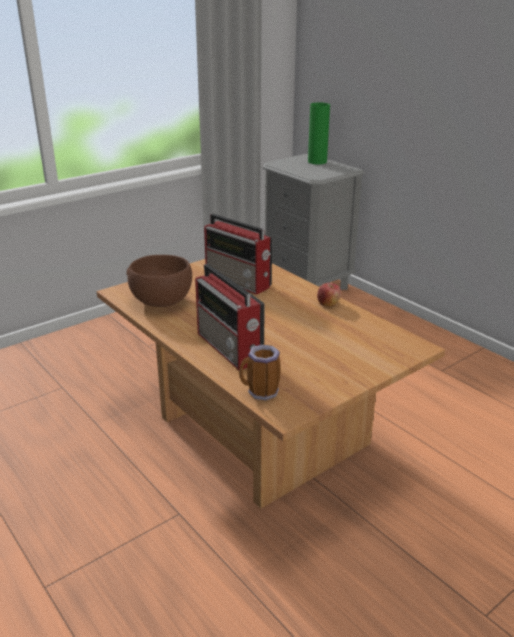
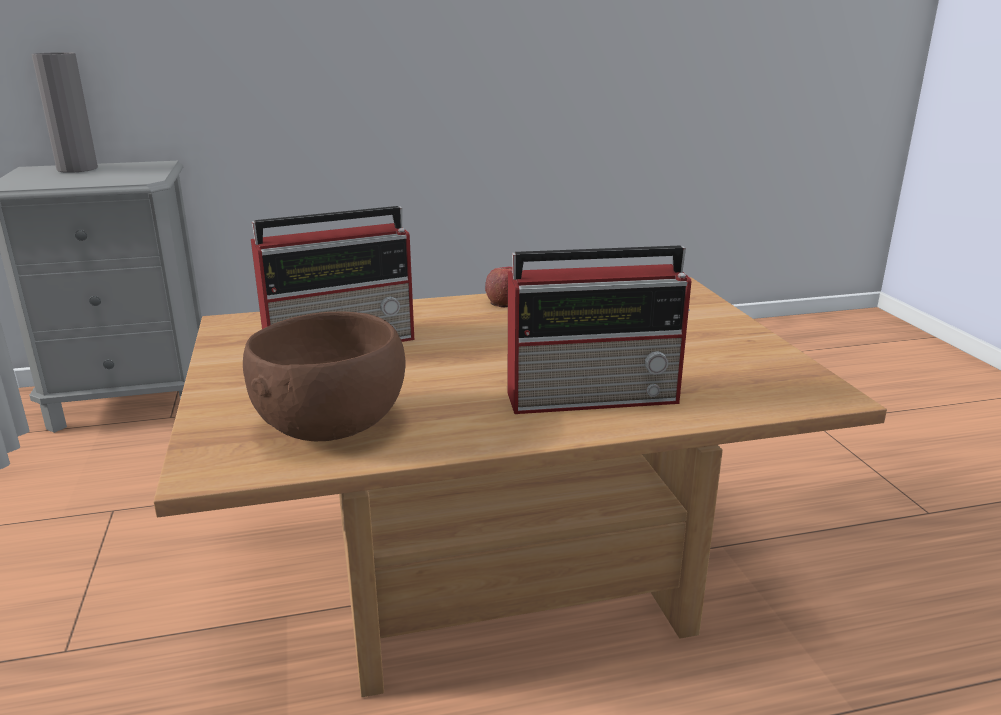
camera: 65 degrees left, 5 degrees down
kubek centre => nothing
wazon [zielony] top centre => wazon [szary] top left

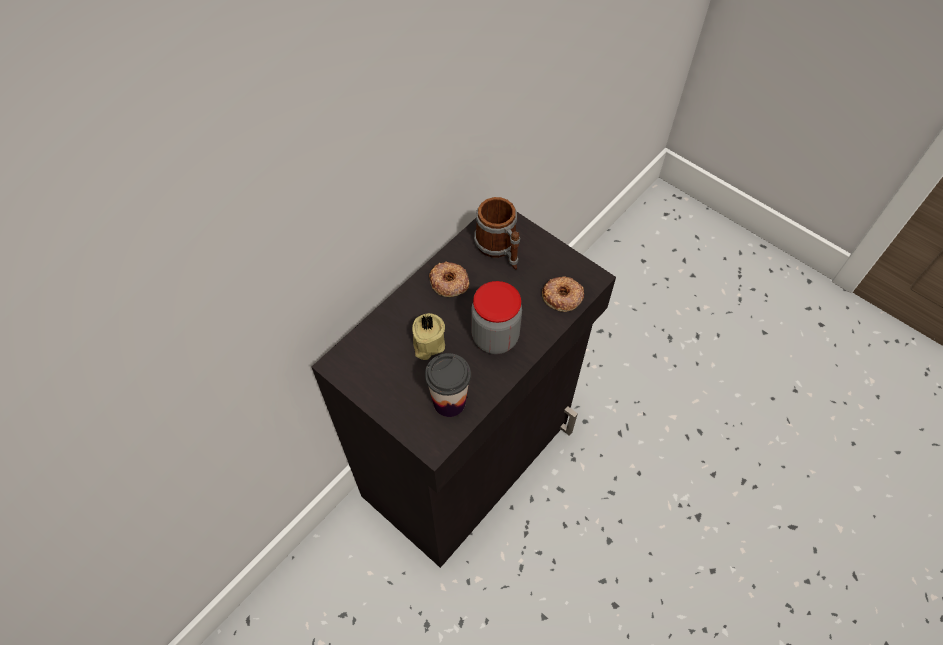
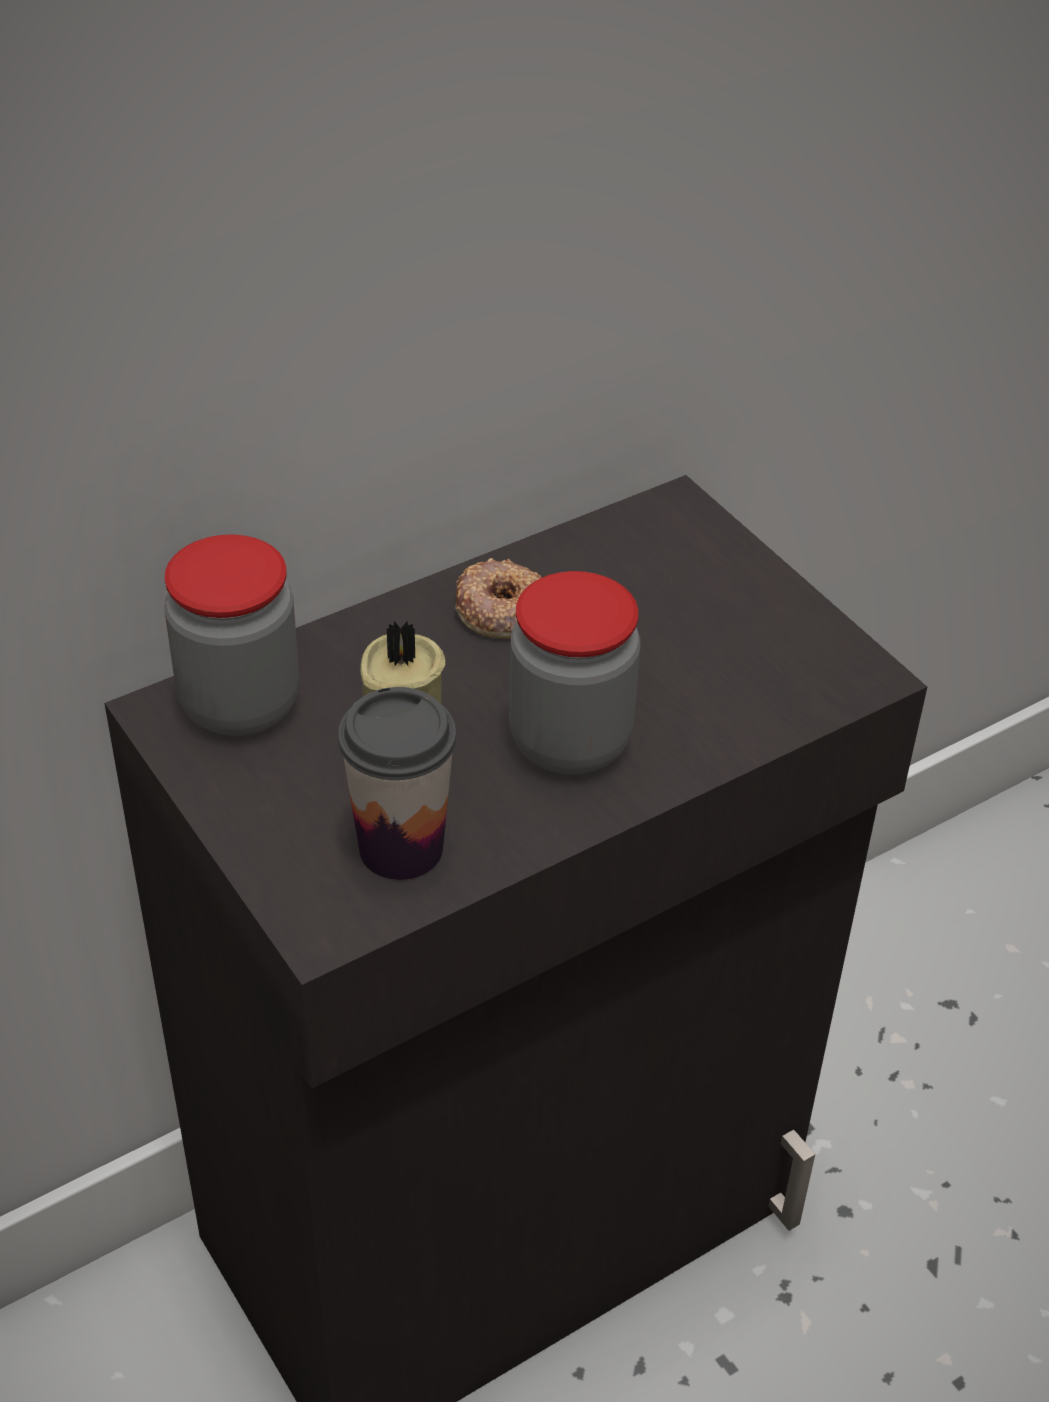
camera: 15 degrees right, 15 degrees down
kubek centre => nothing
donut (2nd from left) centre => nothing
nothing => słoik (1st from left) middle left

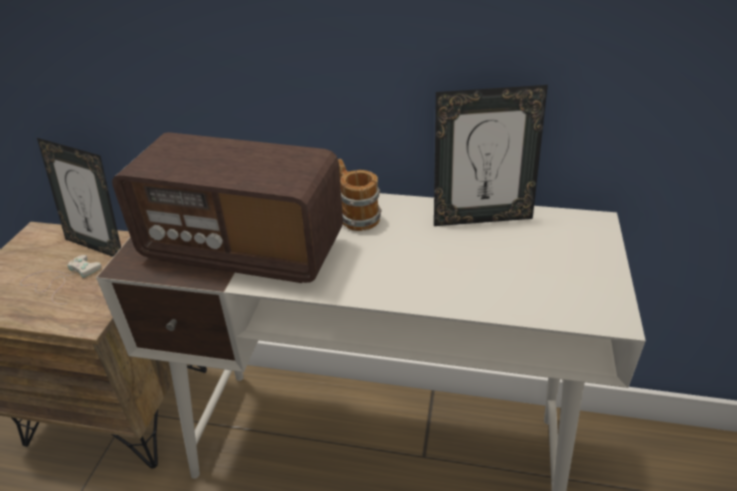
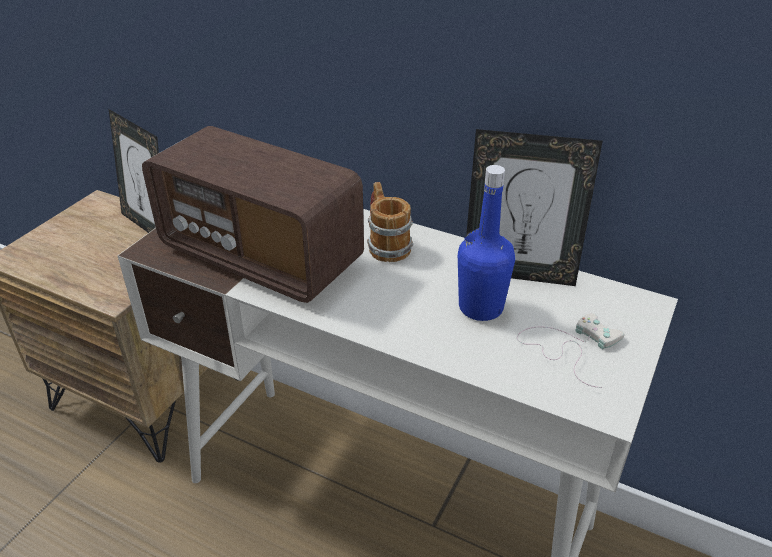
camera: 15 degrees right, 0 degrees up
pad do gier [biały] middle left => pad do gier [biały] middle right, moved
nothing => butelka [niebieski] centre

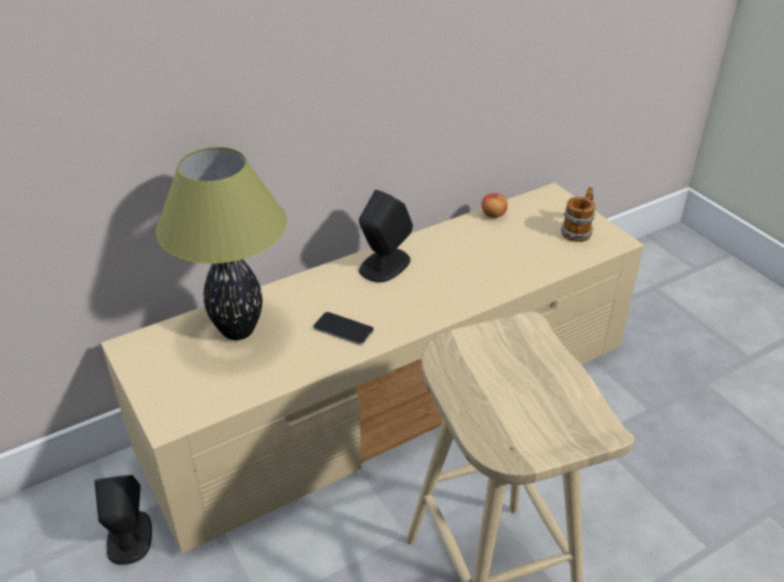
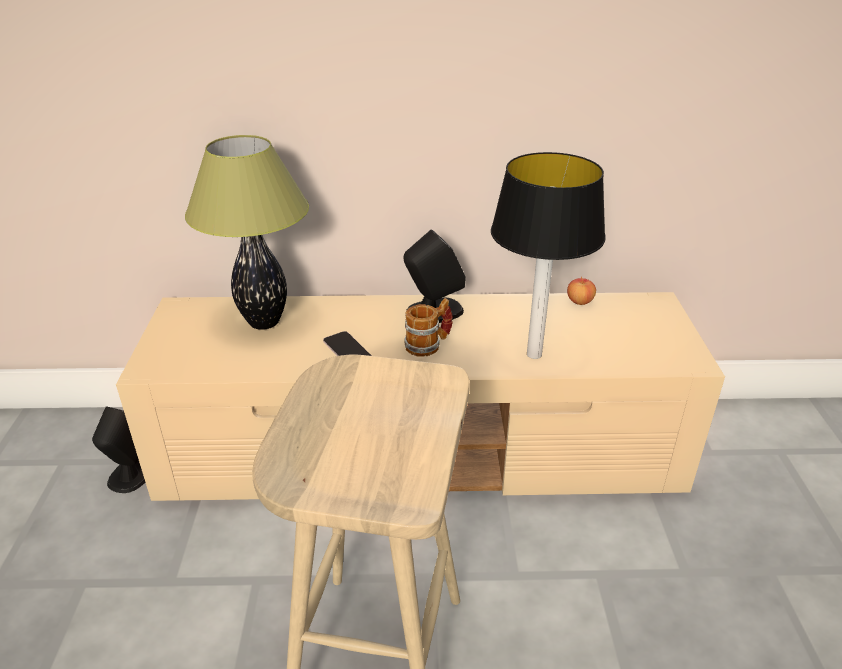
camera: 30 degrees right, 5 degrees down
kubek middle right => kubek centre, moved
nothing => lampa stołowa (2nd from left) centre

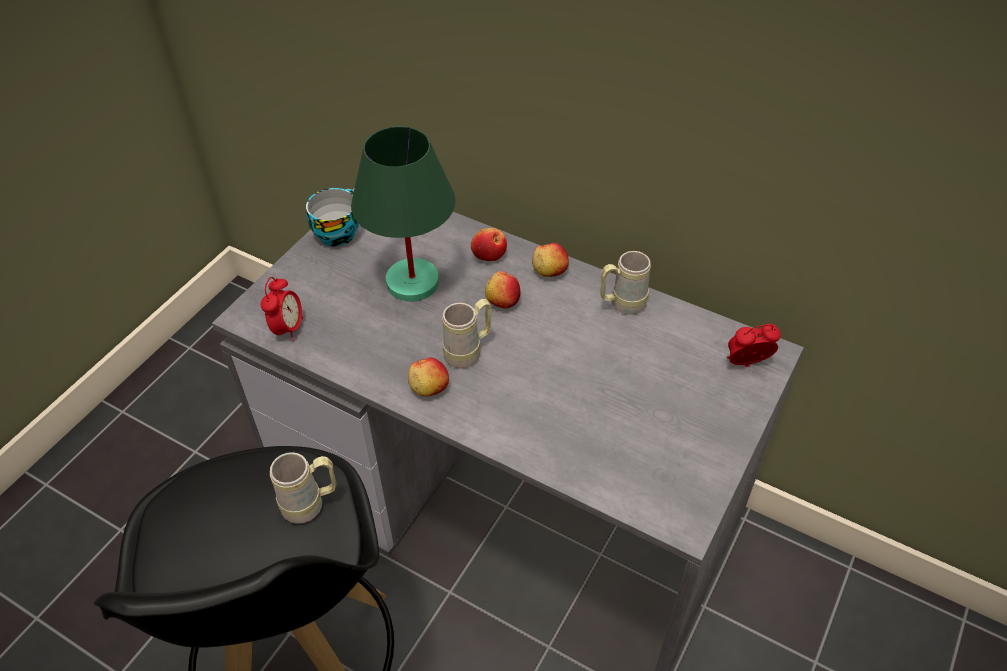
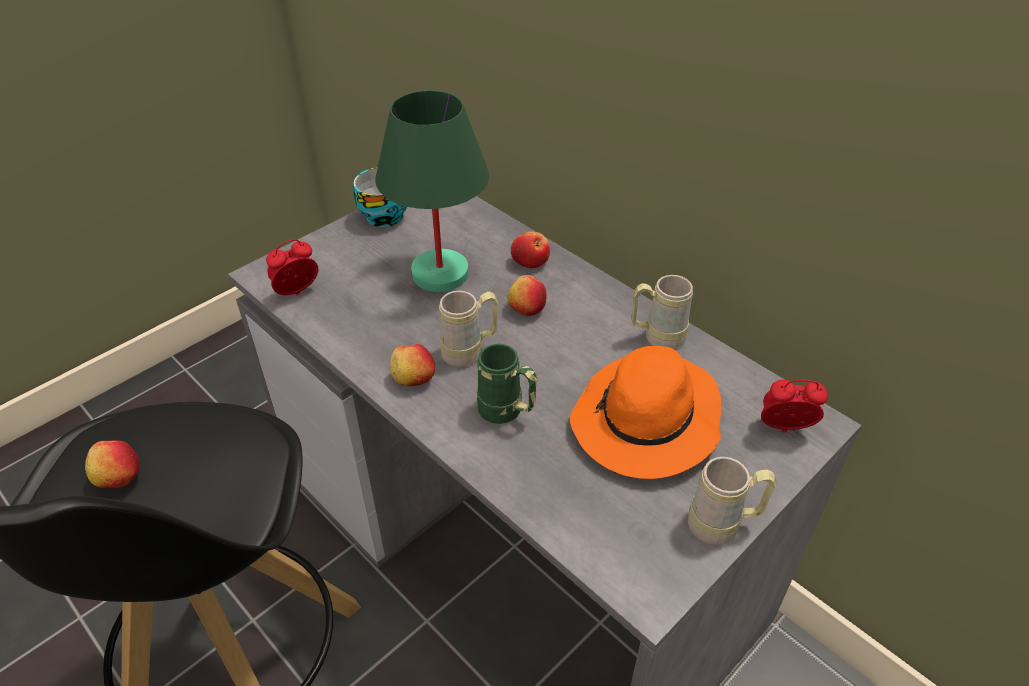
camera: 15 degrees right, 5 degrees down
budzik (1st from left) middle left, 150 degrees counterclockwise
kubek [beżowy] (1st from left in the first image) bottom left => kubek [beżowy] (3rd from left) bottom right, moved
jabłko (4th from left in the first image) centre => jabłko (1st from left) bottom left, moved
nothing => kubek [zielony] centre
nothing => kapelusz [pomarańczowy] centre

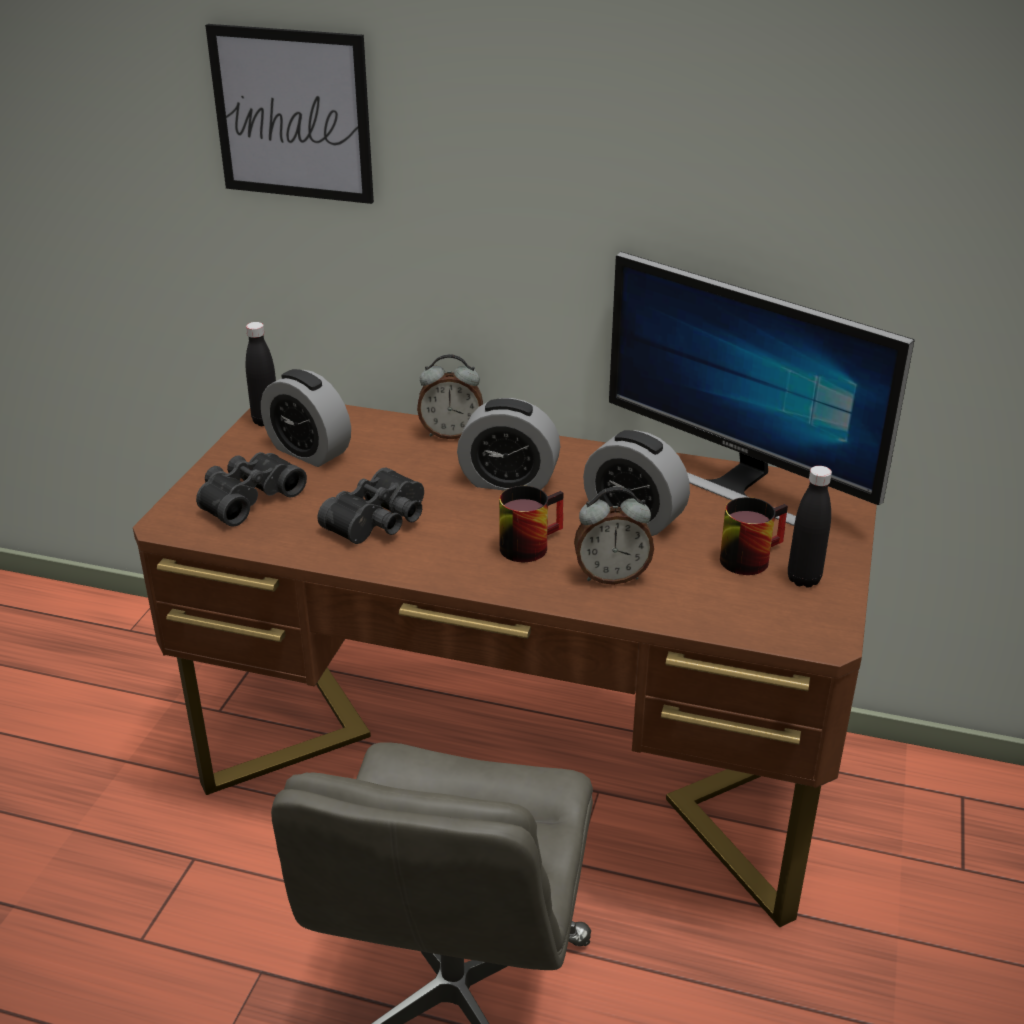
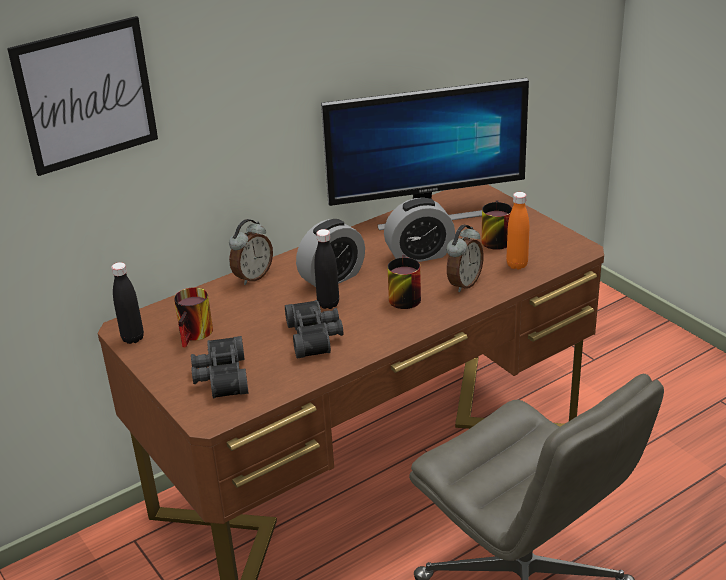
camera: 50 degrees left, 0 degrees up
budzik (1st from left) middle left => kubek (1st from left) middle left
butelka [czarny] (2nd from left) middle right => butelka [czarny] (2nd from left) centre, moved
nothing => butelka [pomarańczowy] middle right

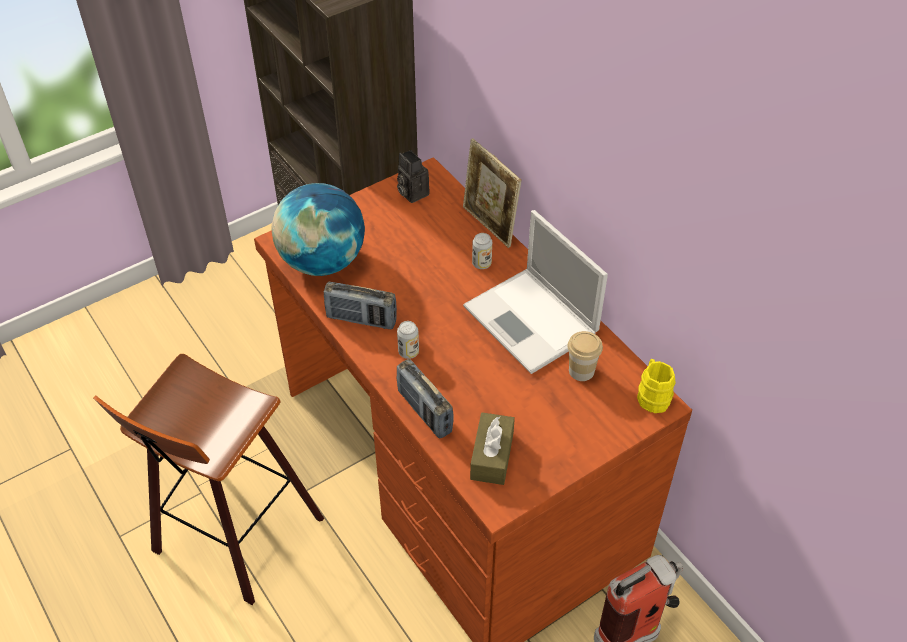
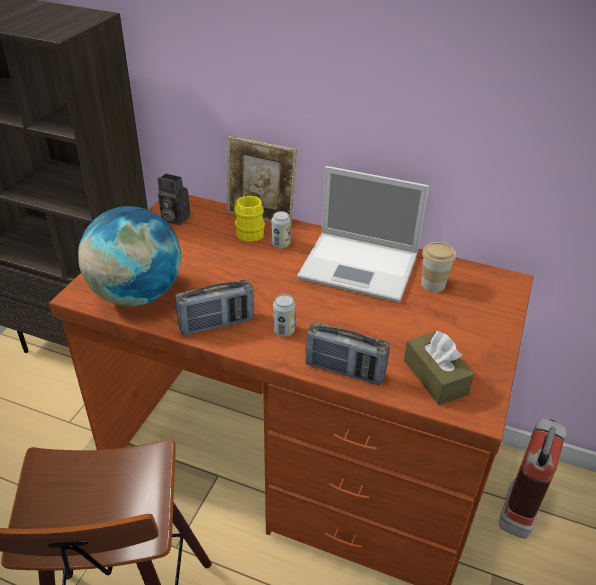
camera: 35 degrees left, 10 degrees down
kubek [żółty] middle right => kubek [żółty] centre, moved

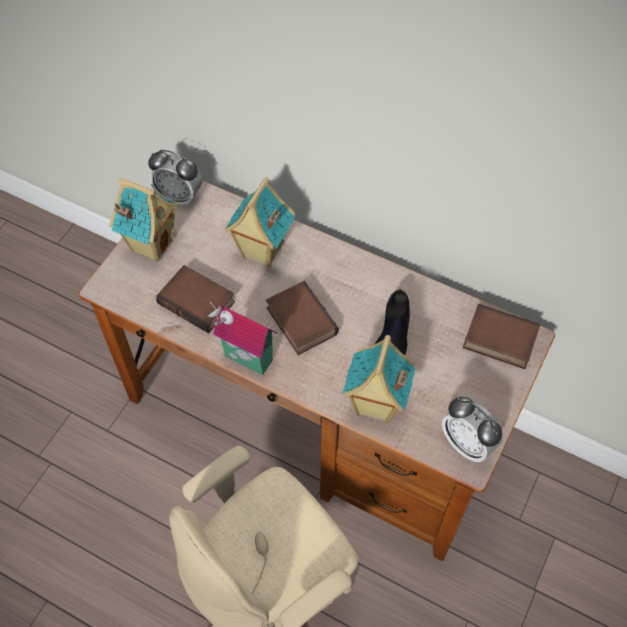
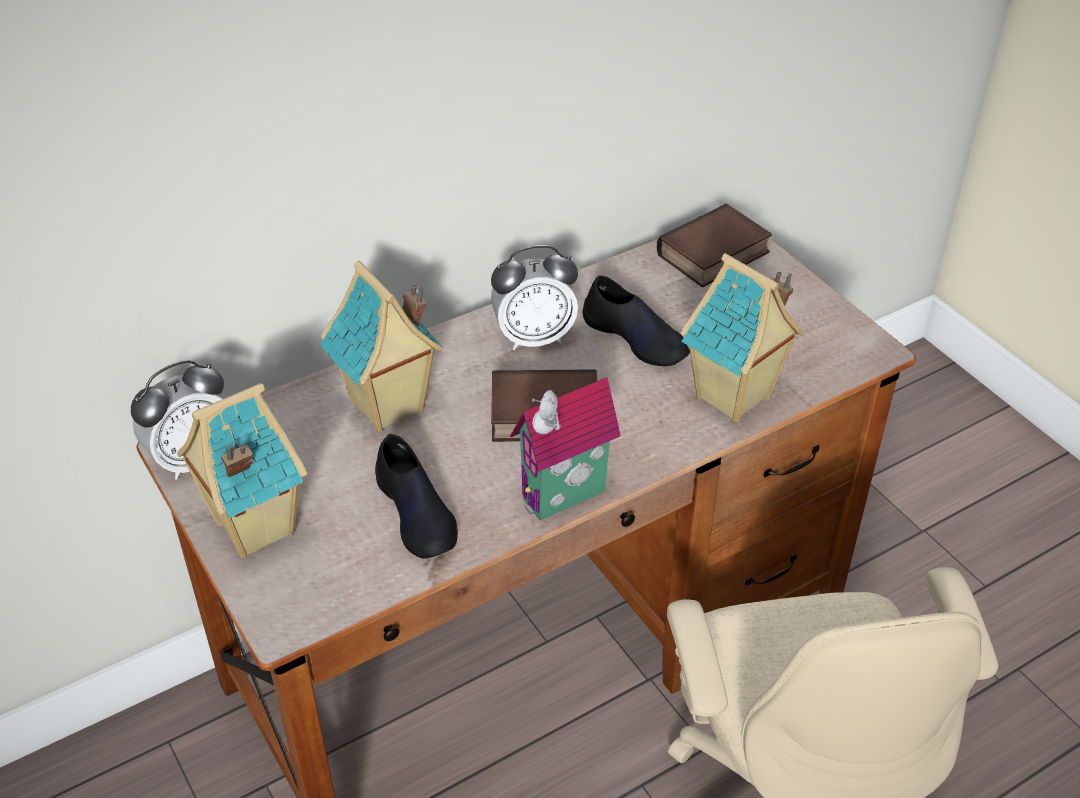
camera: 60 degrees left, 15 degrees down
książka (1st from left) middle left => but [czarny] (1st from left) centre
budzik (2nd from left) bottom right => budzik (2nd from left) centre, moved

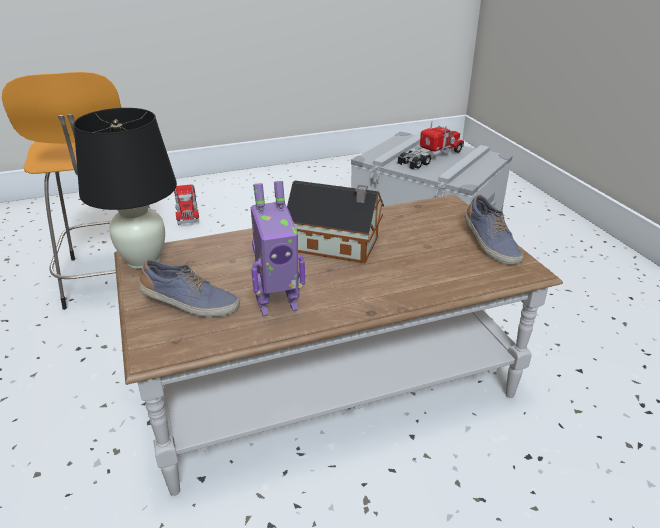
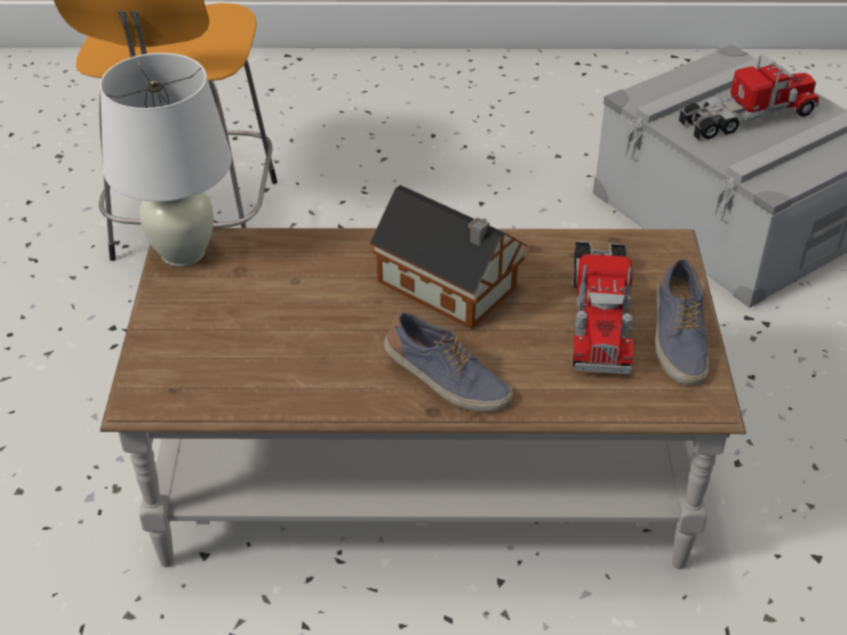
camera: 20 degrees right, 10 degrees up
lampa stołowa [czarny] middle left => lampa stołowa [biały] top left
but (1st from left) middle left => but (1st from left) centre, moved
ciężarówka zabawkowa (1st from left) middle left => ciężarówka zabawkowa (1st from left) middle right, moved
robot zabawkowy centre => nothing

